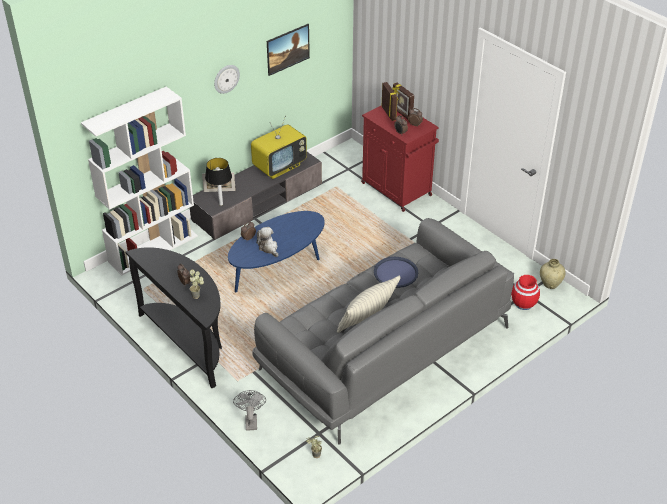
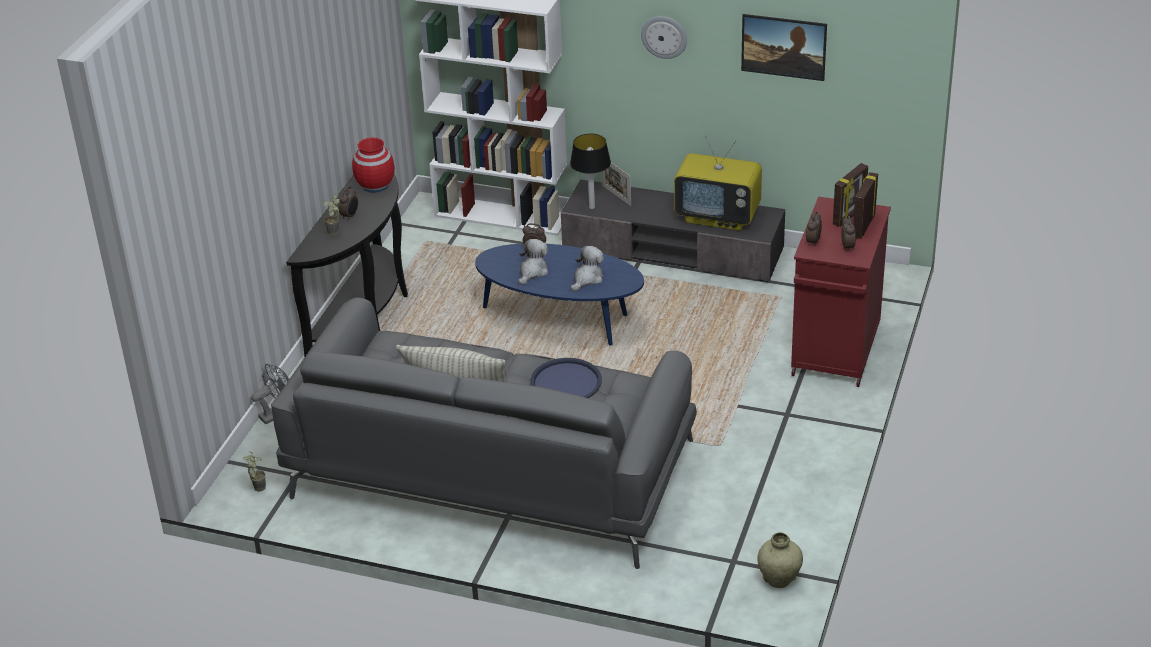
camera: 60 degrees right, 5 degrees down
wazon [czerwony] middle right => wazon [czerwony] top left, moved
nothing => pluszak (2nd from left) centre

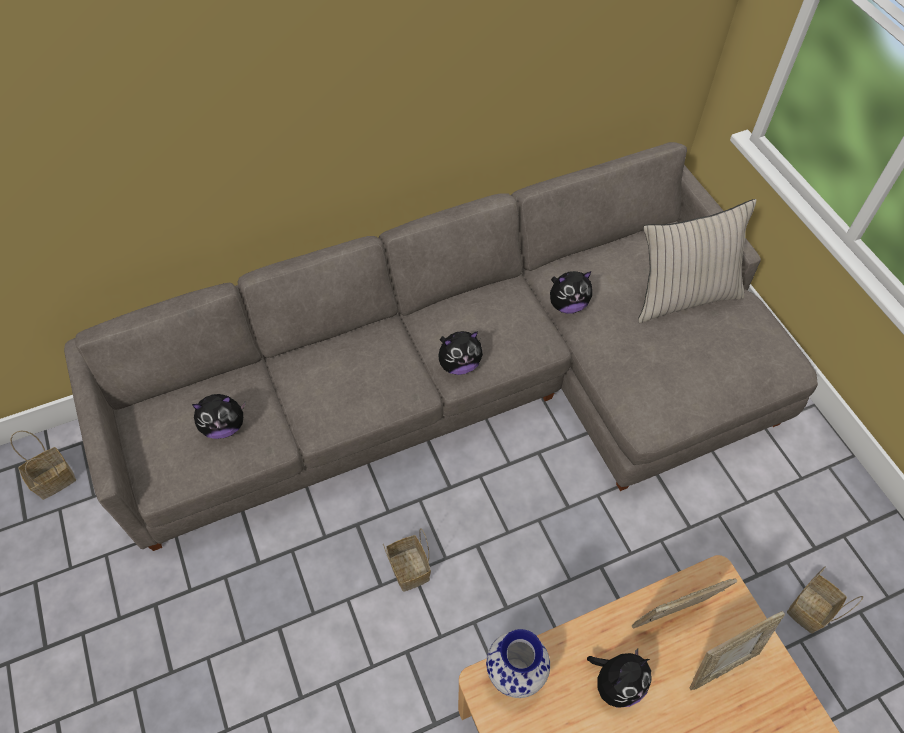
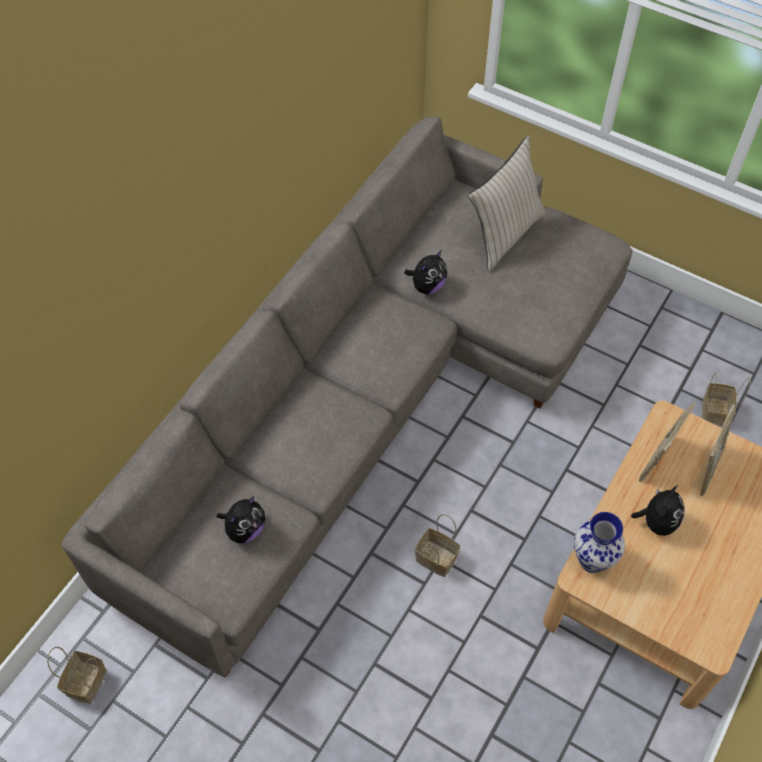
camera: 35 degrees left, 0 degrees up
pluszak (2nd from left) centre => nothing

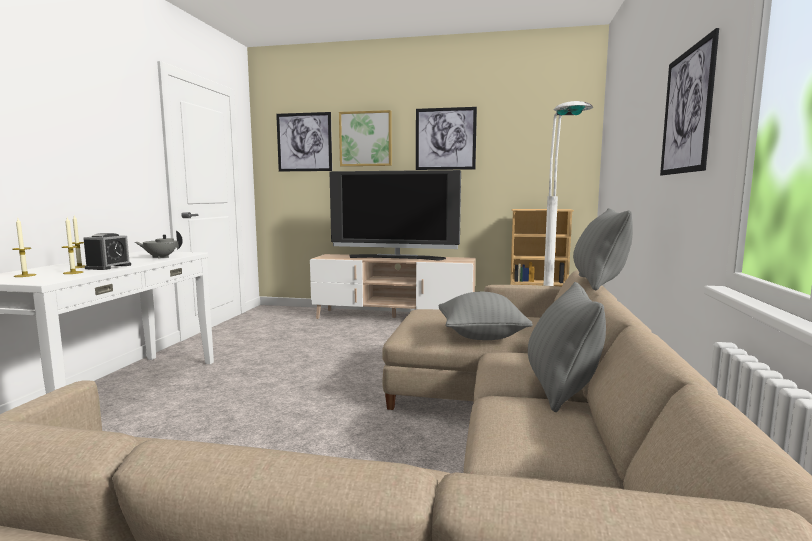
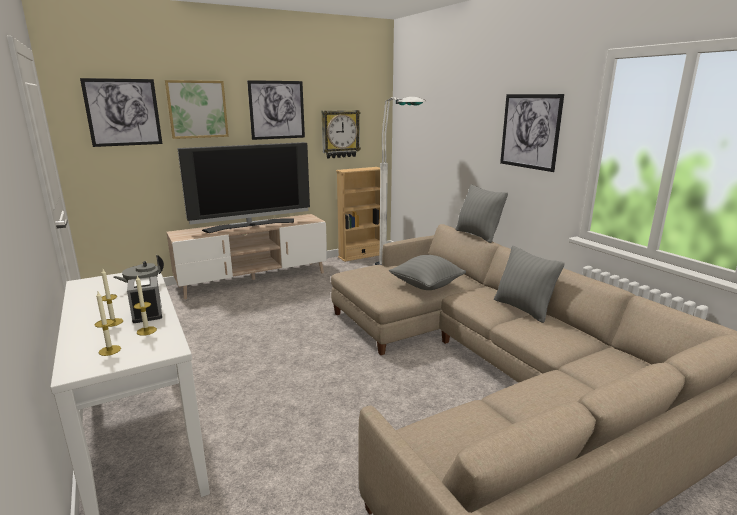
camera: 40 degrees left, 10 degrees up
nothing => zegar ścienny top centre

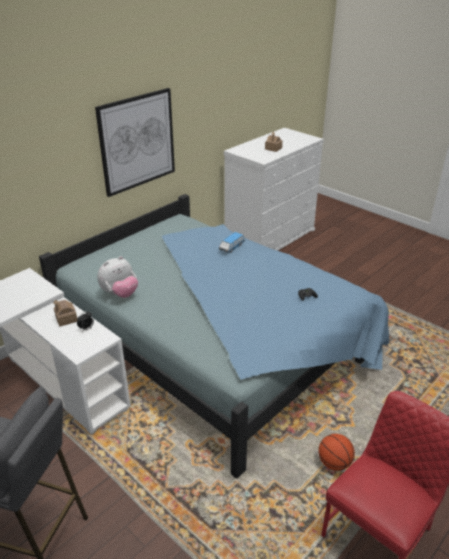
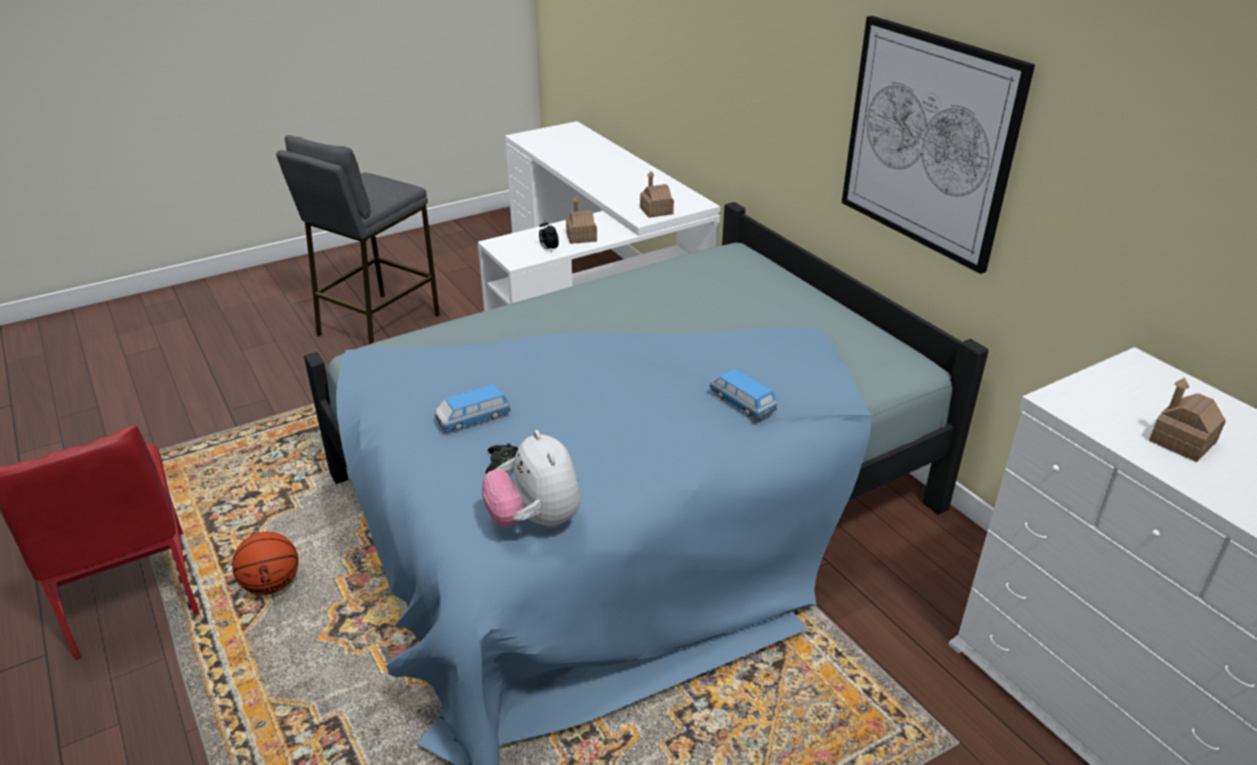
camera: 105 degrees right, 0 degrees up
pluszak middle left => pluszak centre, moved
nothing => samochodzik (1st from left) centre
nothing => domek (2nd from left) top centre

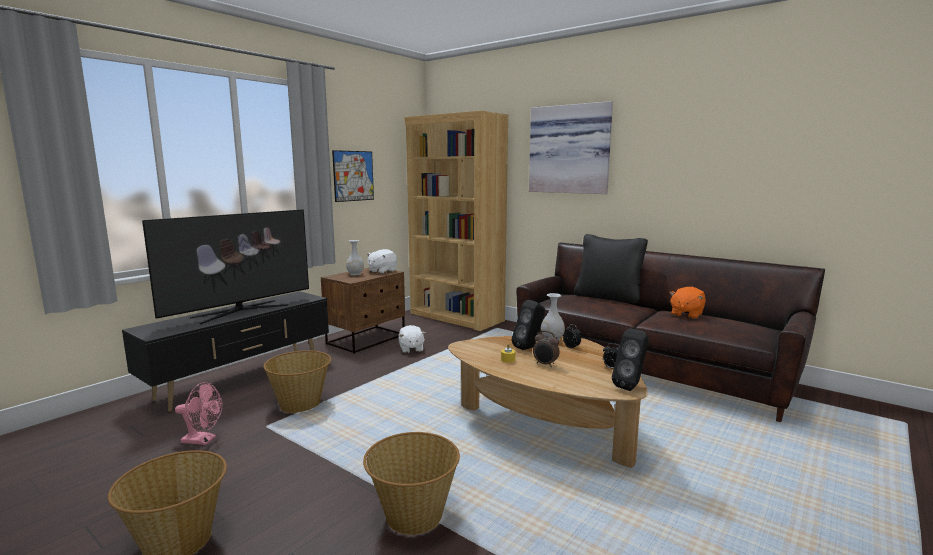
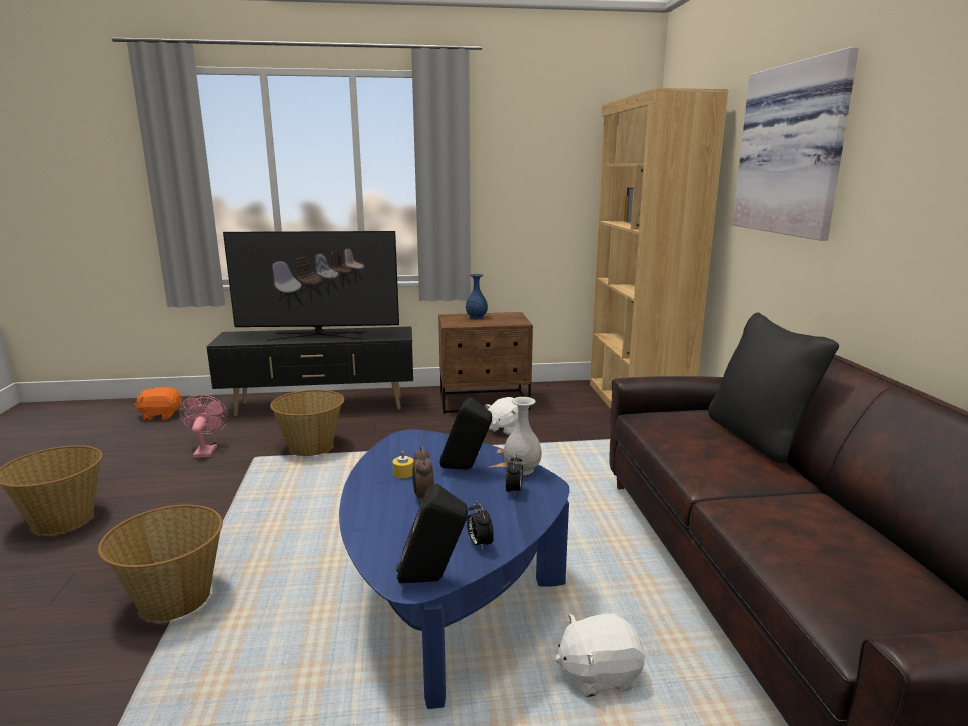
camera: 45 degrees right, 5 degrees up
wentylator [różowy] bottom left => wentylator [różowy] middle left, 150 degrees counterclockwise
obraz (1st from left) top centre => nothing
wazon [biały] (1st from left) centre => wazon [niebieski] centre
pluszak [biały] (1st from left in the first image) centre => pluszak [biały] (2nd from left) bottom centre, moved
ława [brązowy] bottom centre => ława [niebieski] bottom centre
pluszak [pomarańczowy] middle right => pluszak [pomarańczowy] middle left, moved

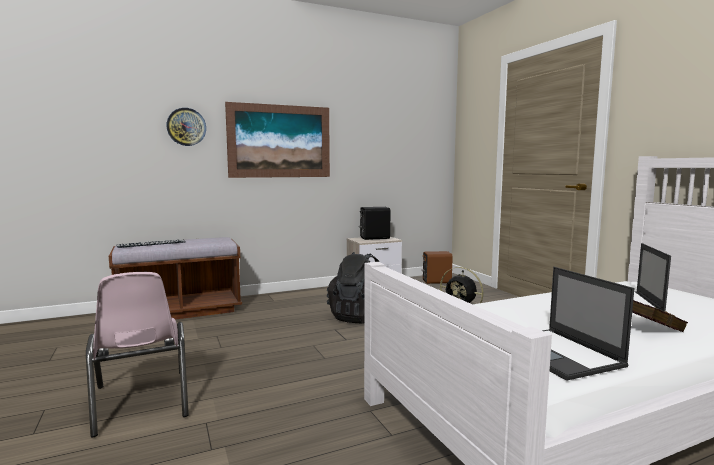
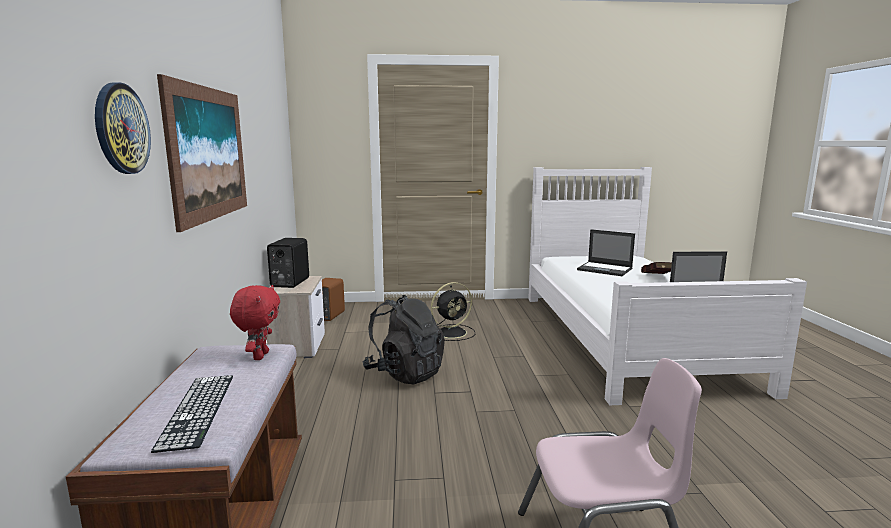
camera: 70 degrees left, 5 degrees up
nothing => pluszak [czerwony] middle left

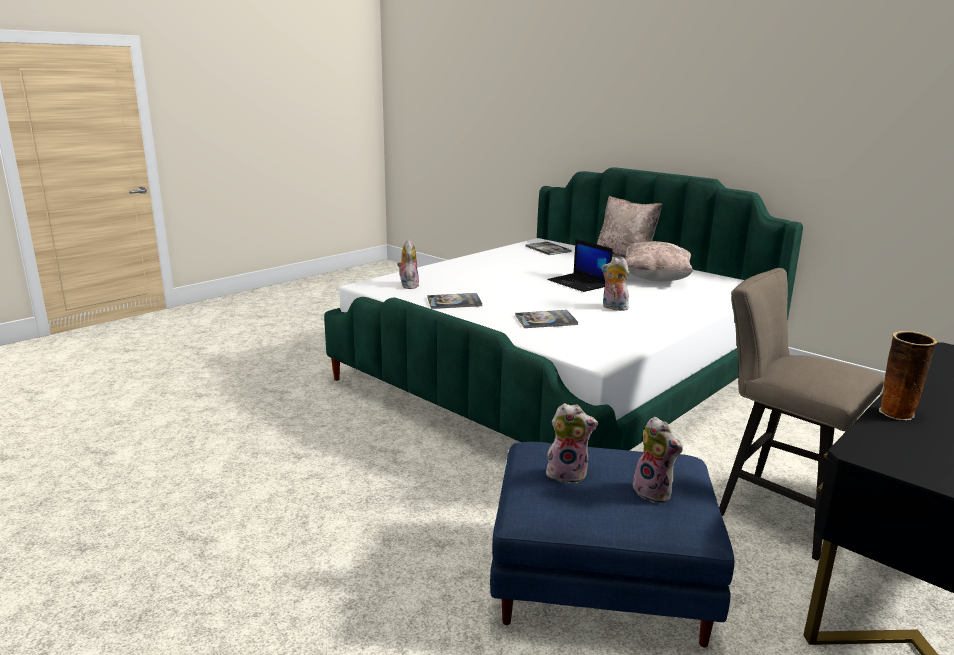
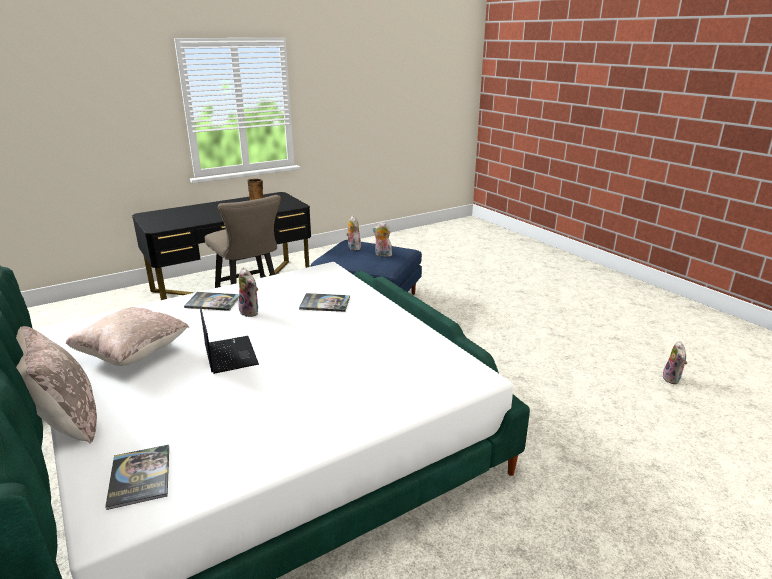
camera: 165 degrees left, 5 degrees up
pluszak (1st from left in the first image) centre => pluszak (4th from left) middle right, moved
książka (1st from left in the first image) centre => książka (2nd from left) middle left, moved

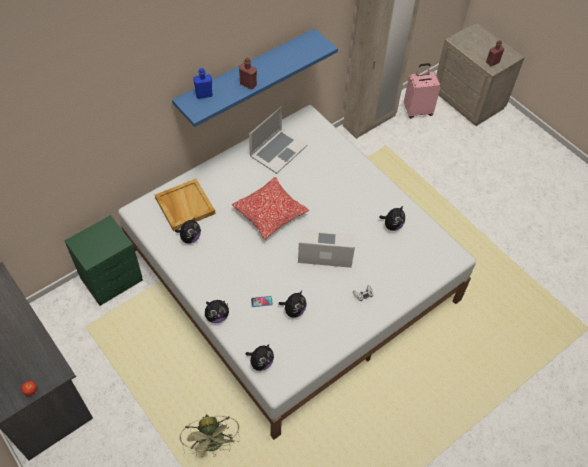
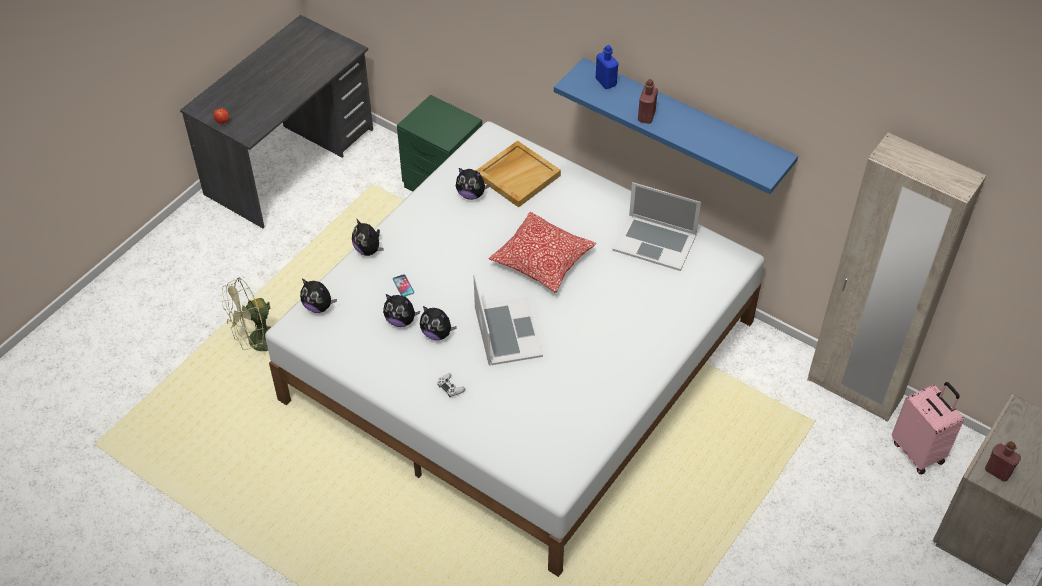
camera: 75 degrees right, 5 degrees down
pluszak (5th from left in the first image) middle right => pluszak (4th from left) centre, moved

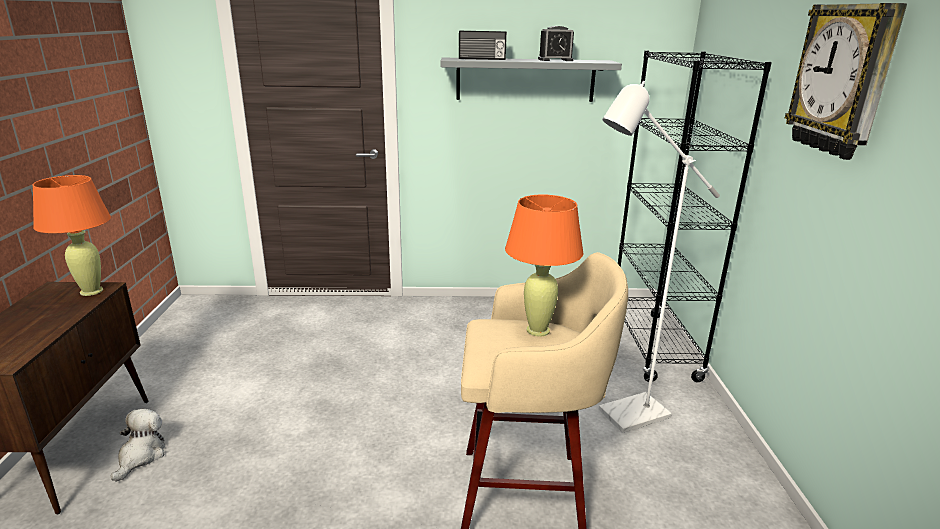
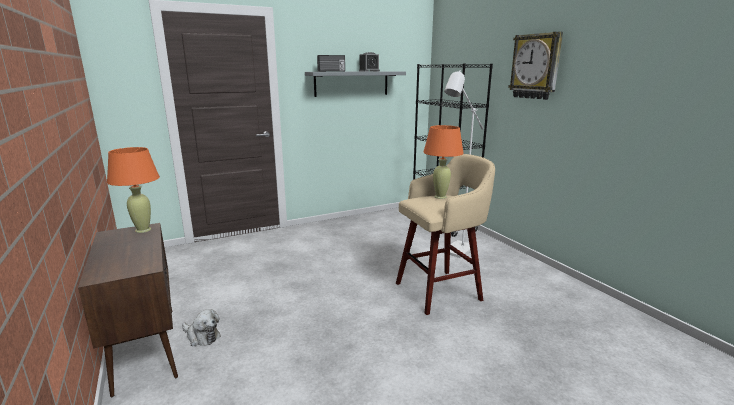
camera: 25 degrees left, 5 degrees down
pluszak bottom left, 135 degrees clockwise

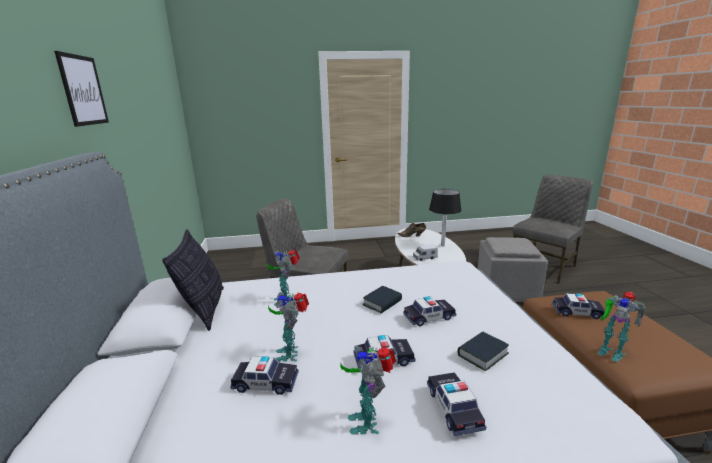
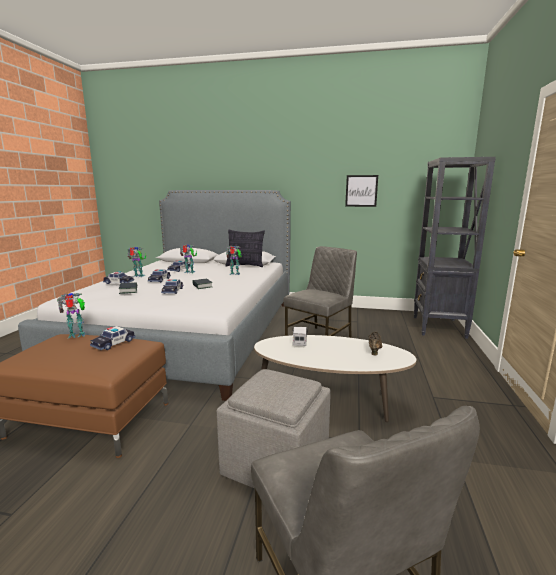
camera: 110 degrees right, 5 degrees down
obraz top left => obraz top centre, moved
lampa stołowa [czarny] centre => nothing
nothing => regał [czarny] middle right

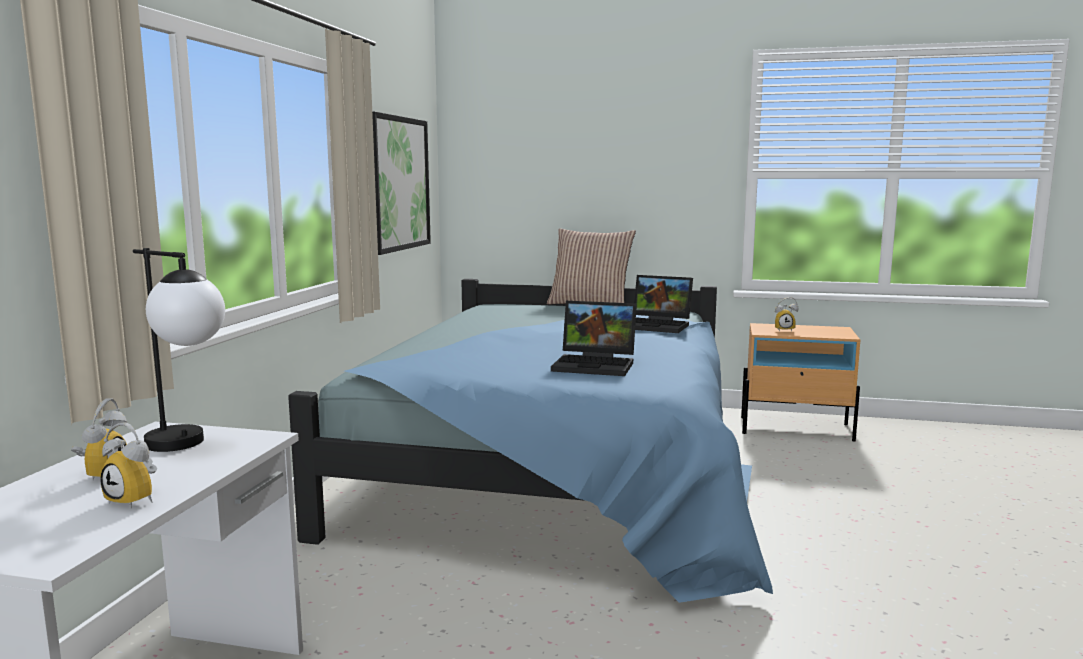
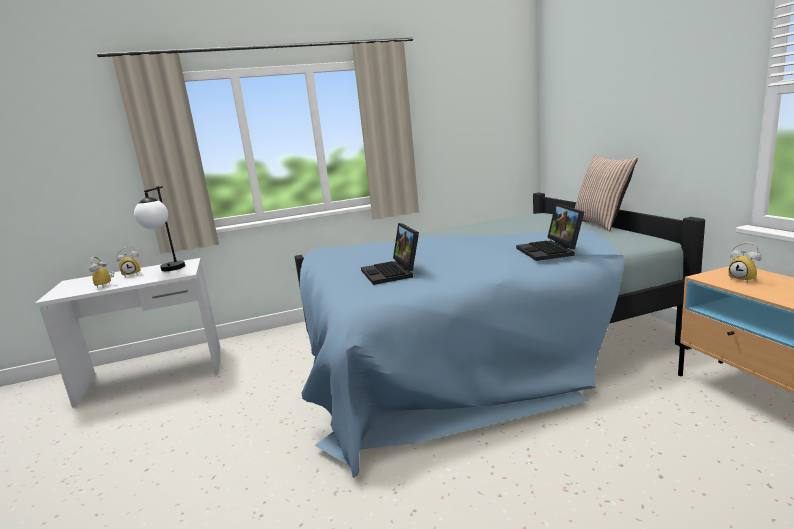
camera: 60 degrees right, 5 degrees up
obraz top centre => nothing

